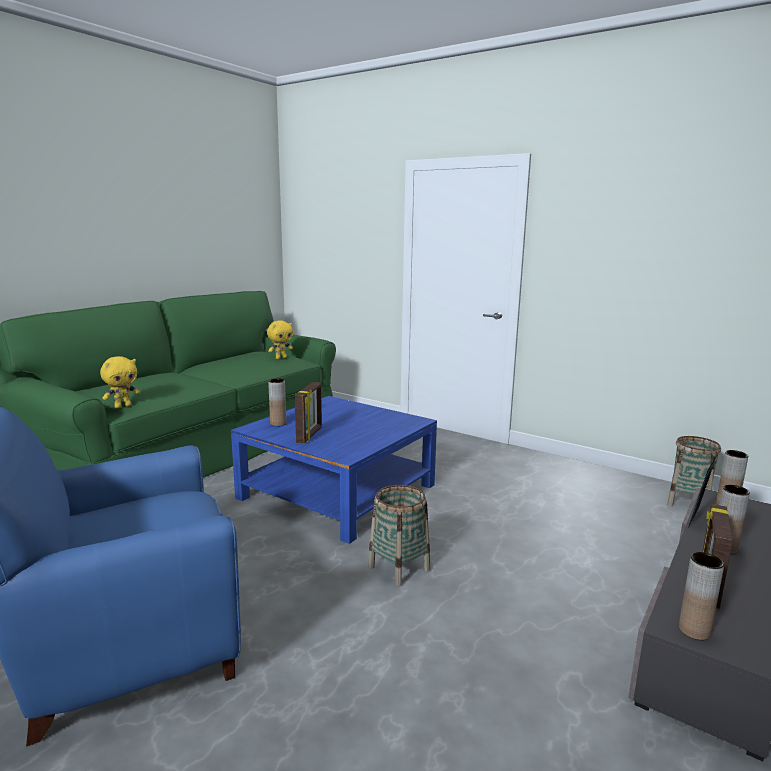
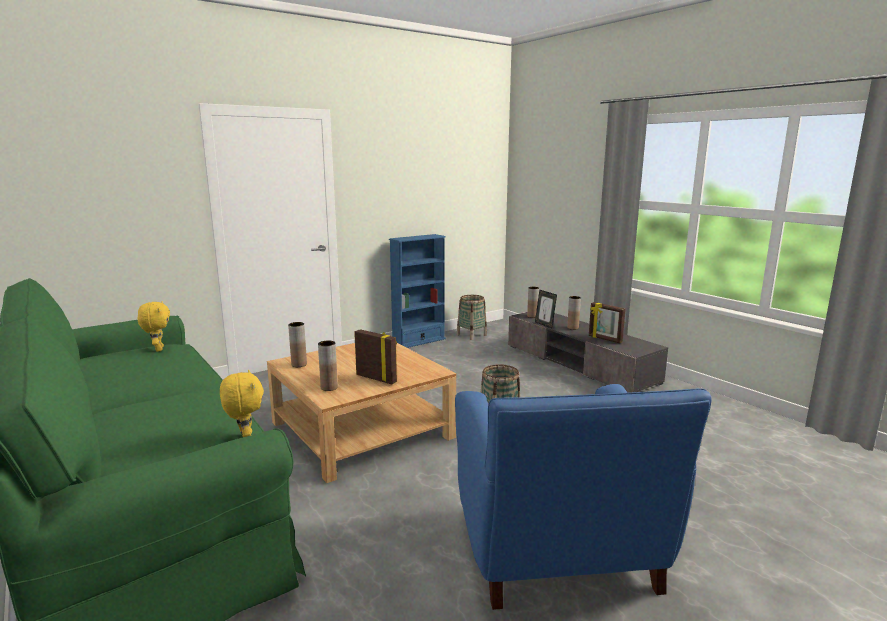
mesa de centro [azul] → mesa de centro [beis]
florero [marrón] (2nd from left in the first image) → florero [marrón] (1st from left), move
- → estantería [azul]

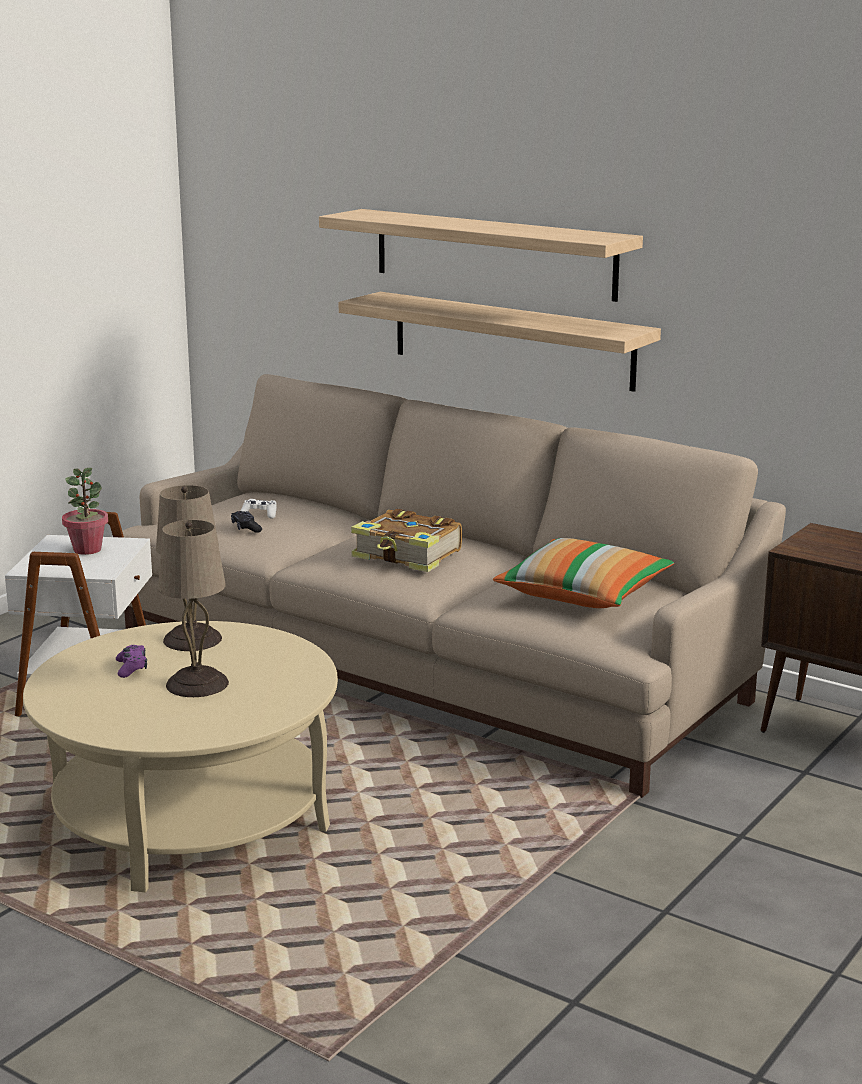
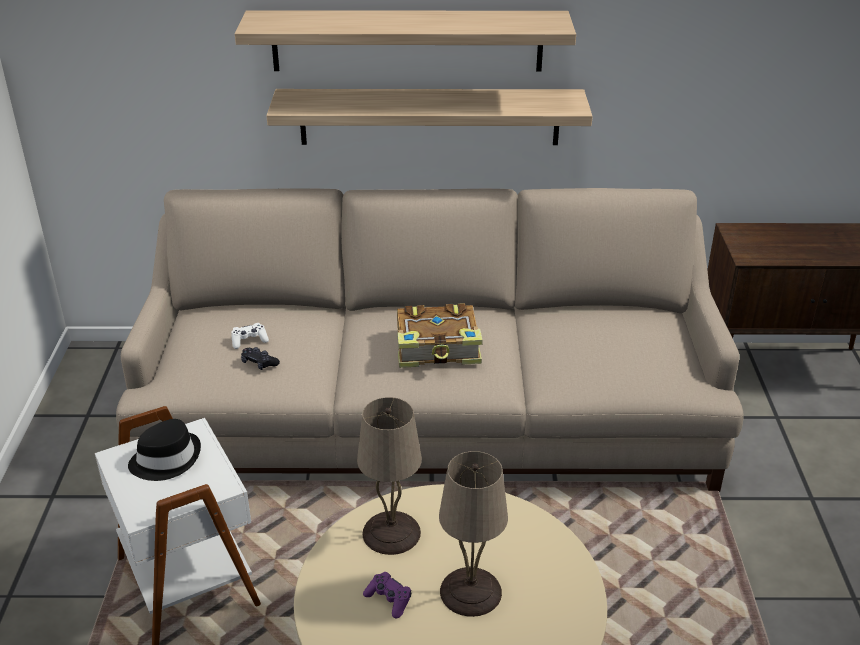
planta en maceta → sombrero [negro]
cojín → -

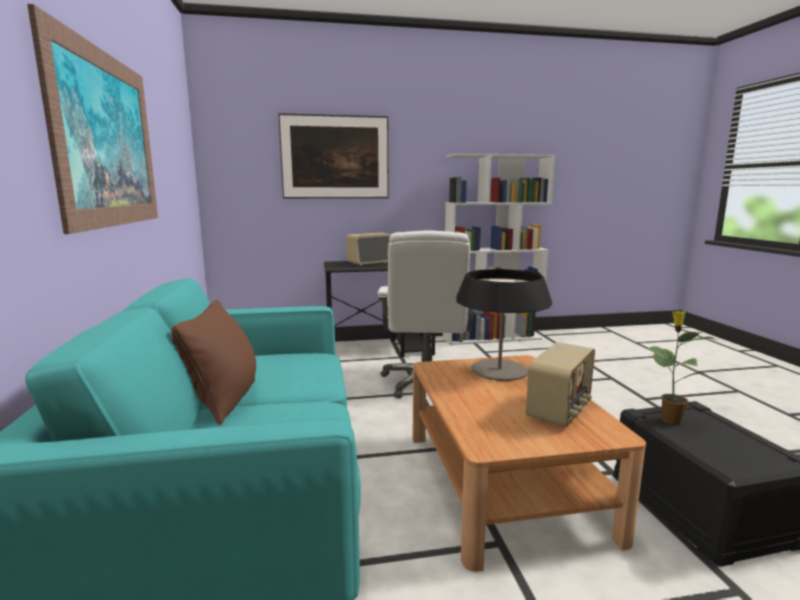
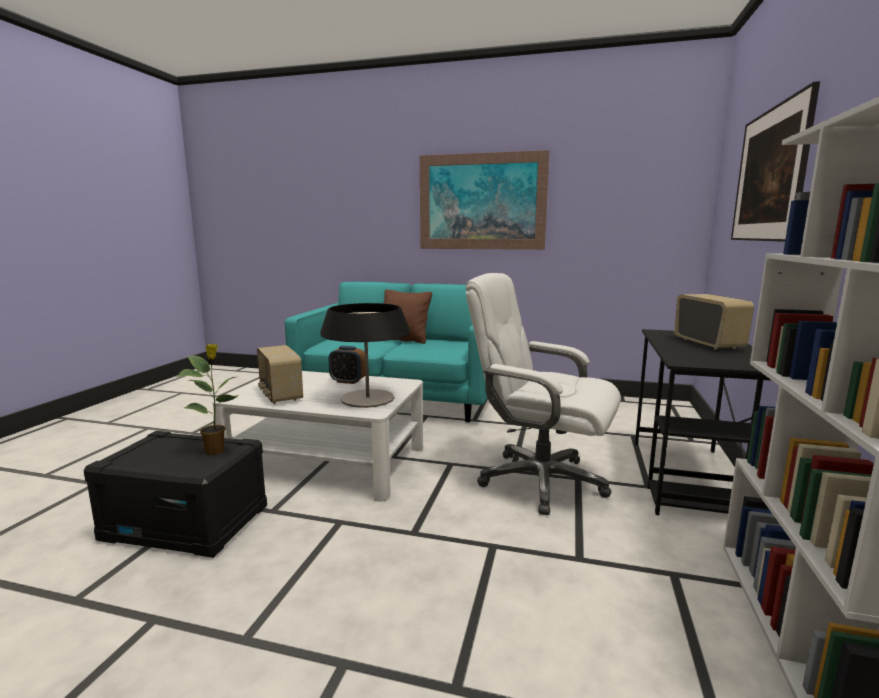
mesa de centro [marrón] → mesa de centro [blanco]
- → despertador

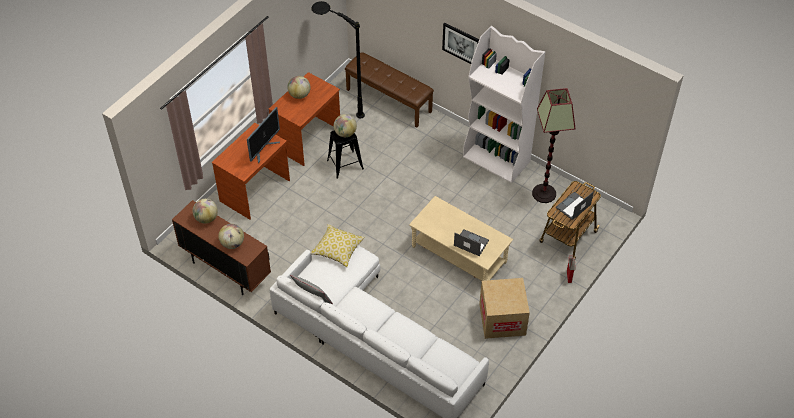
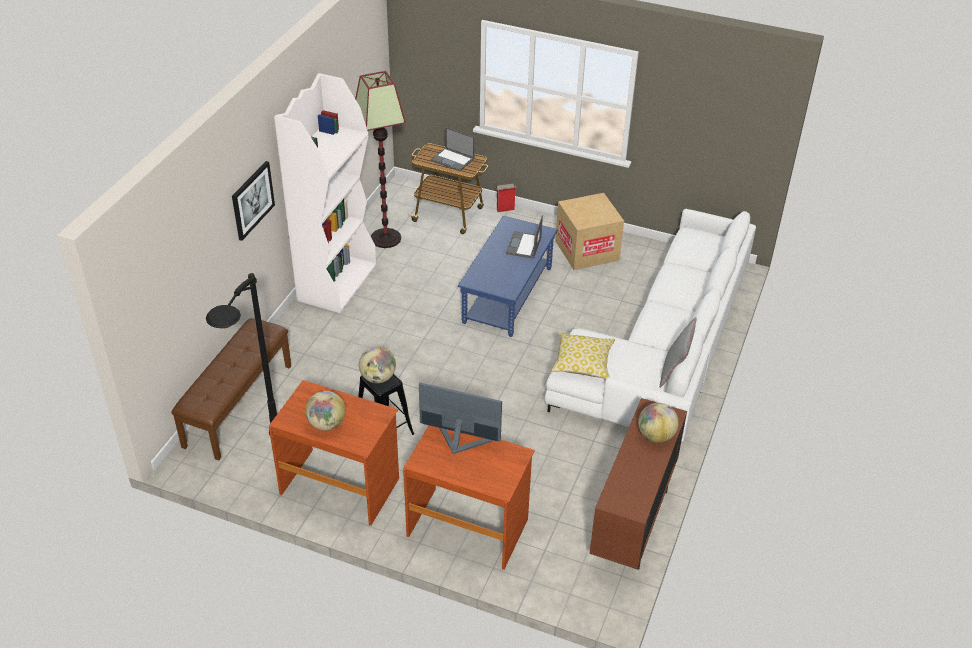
mesa de centro [beis] → mesa de centro [azul]
globo terráqueo (1st from left) → -

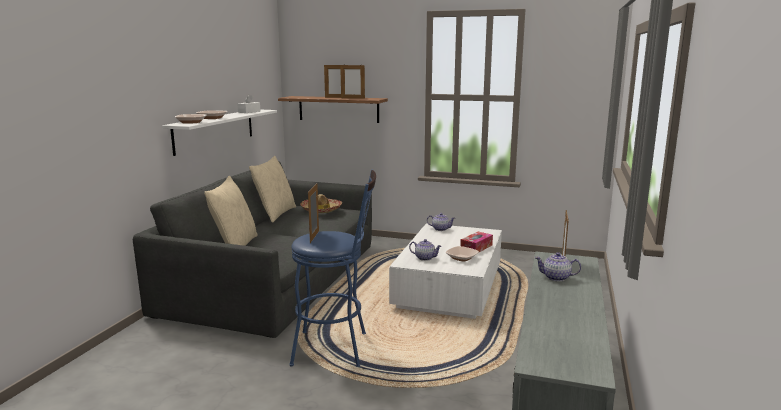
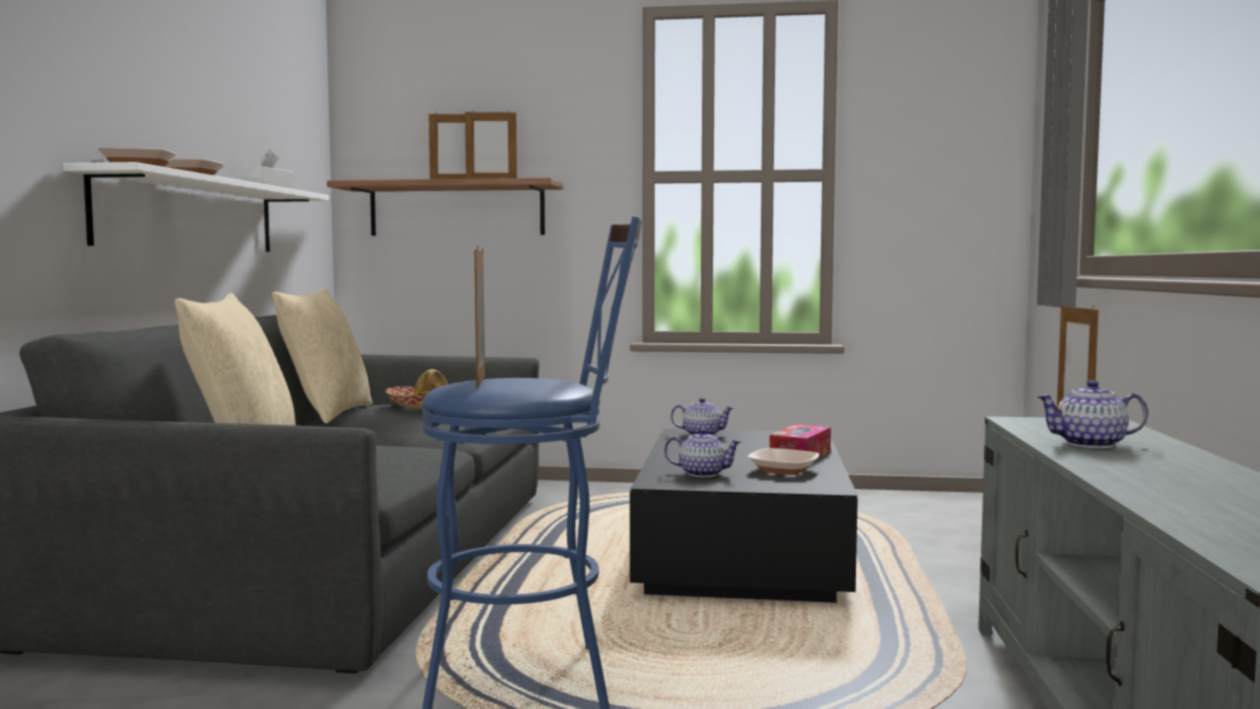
mesa de centro [blanco] → mesa de centro [negro]

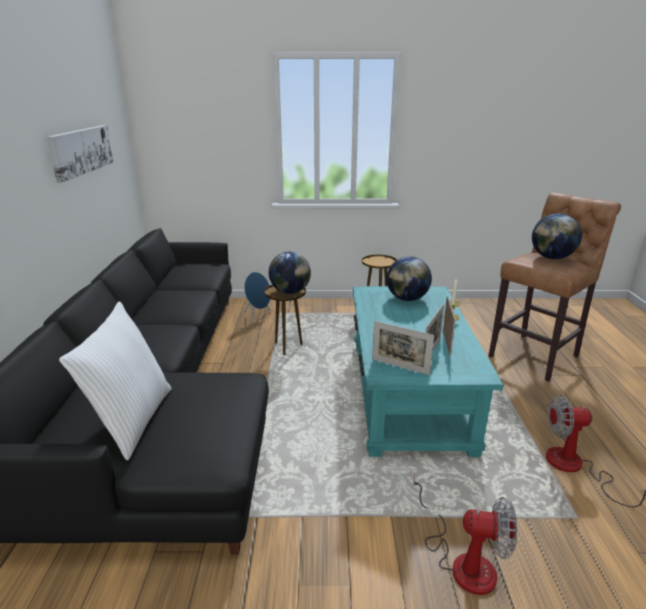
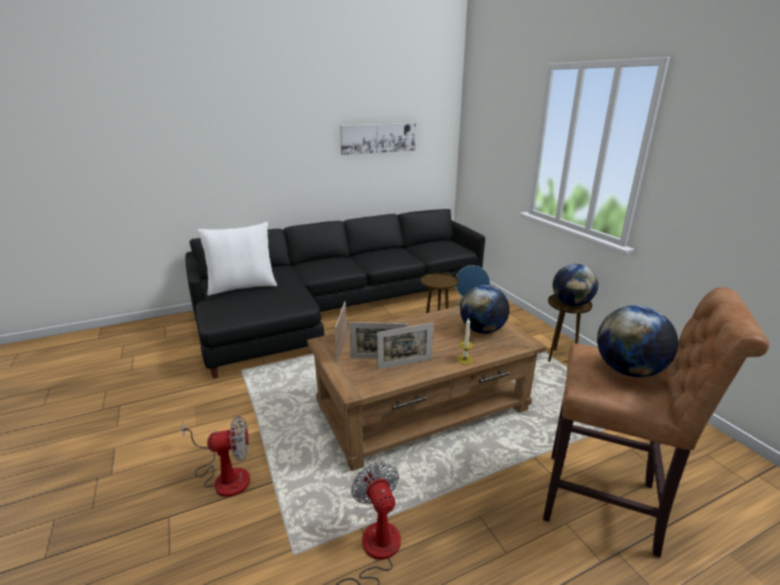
ventilador (1st from left), 90 degrees counterclockwise
mesa de centro [turquesa] → mesa de centro [marrón]
globo terráqueo (1st from left in the first image) → globo terráqueo (2nd from left), move

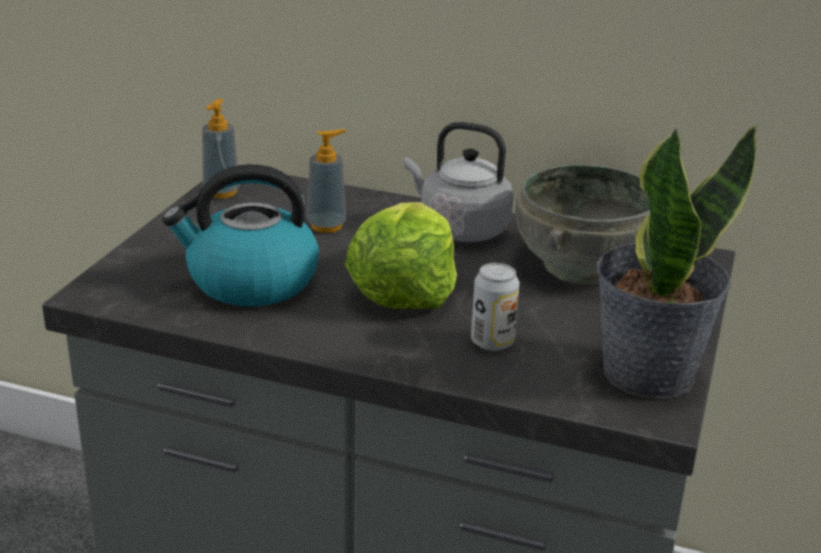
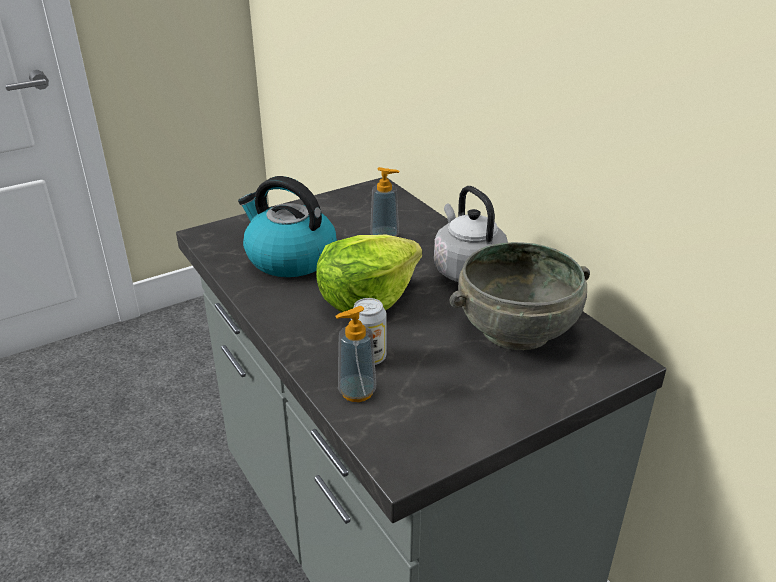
dispensador de jabón (1st from left), move
planta en maceta → -

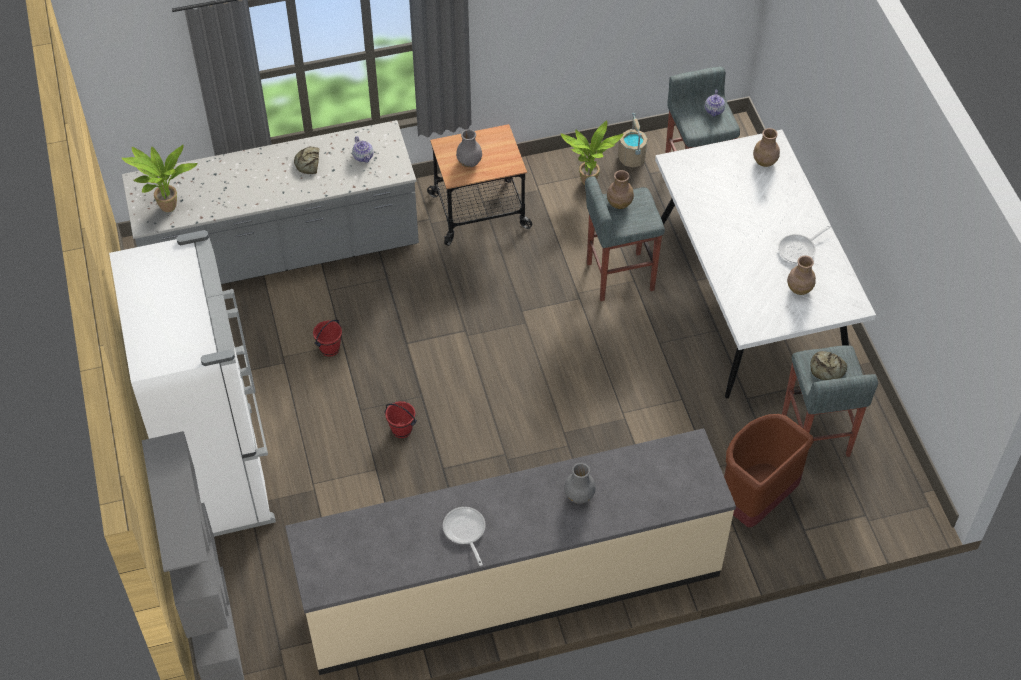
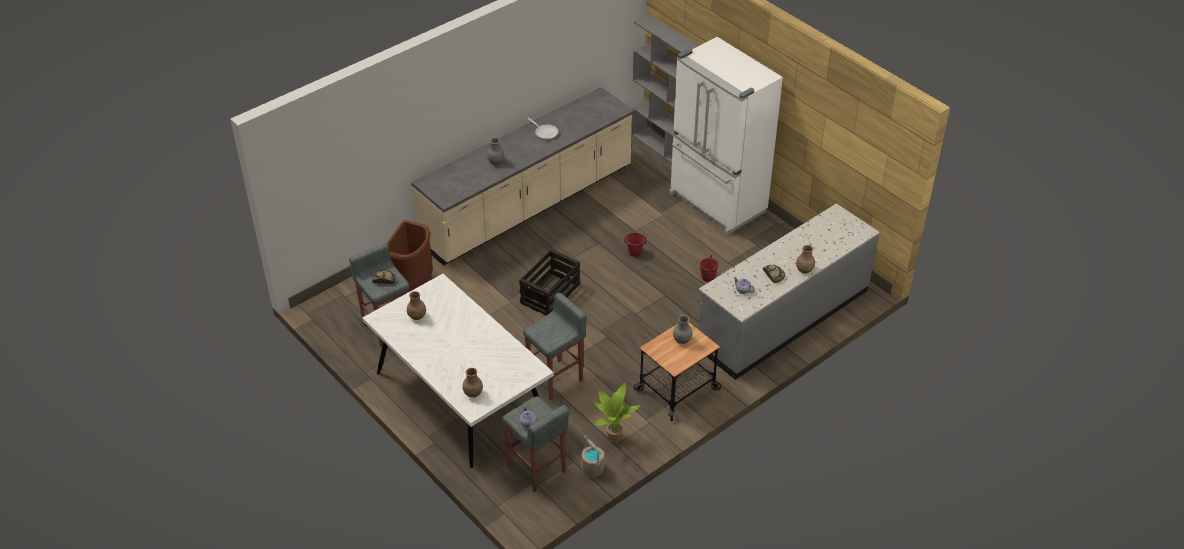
- → caja de embalaje
florero [marrón] (1st from left in the first image) → florero [marrón] (3rd from left), move
planta en maceta (1st from left) → -
sartén (2nd from left) → -

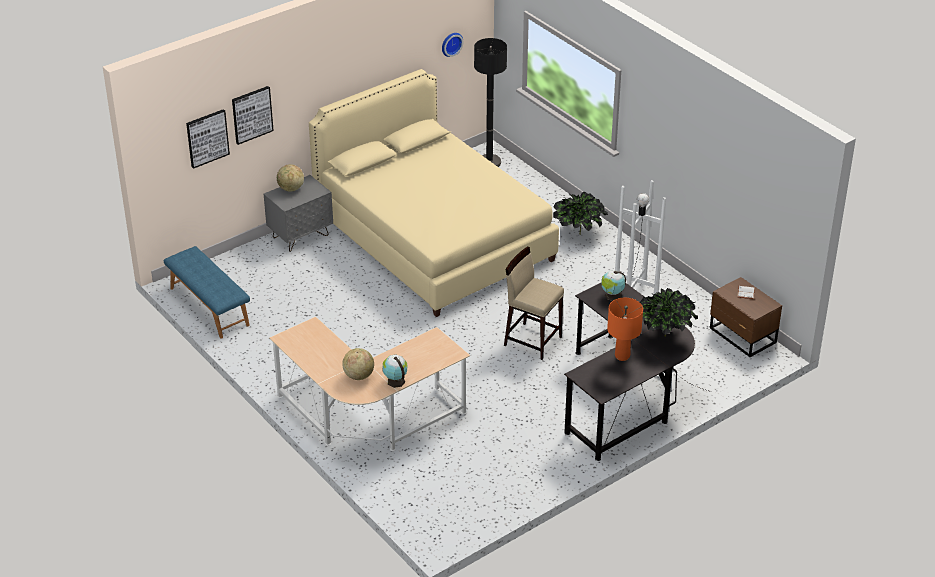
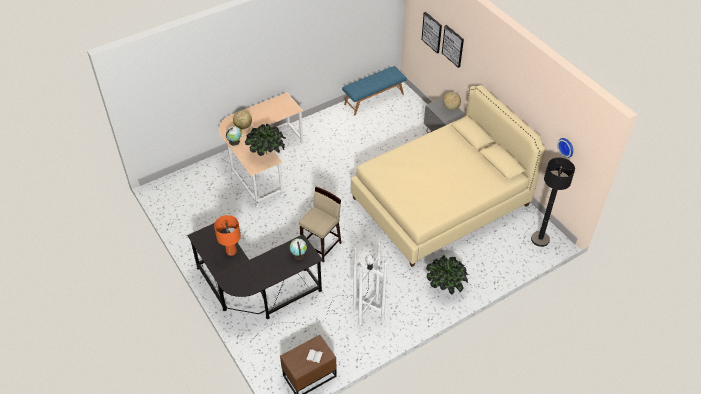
planta en maceta (2nd from left in the first image) → planta en maceta (1st from left), move

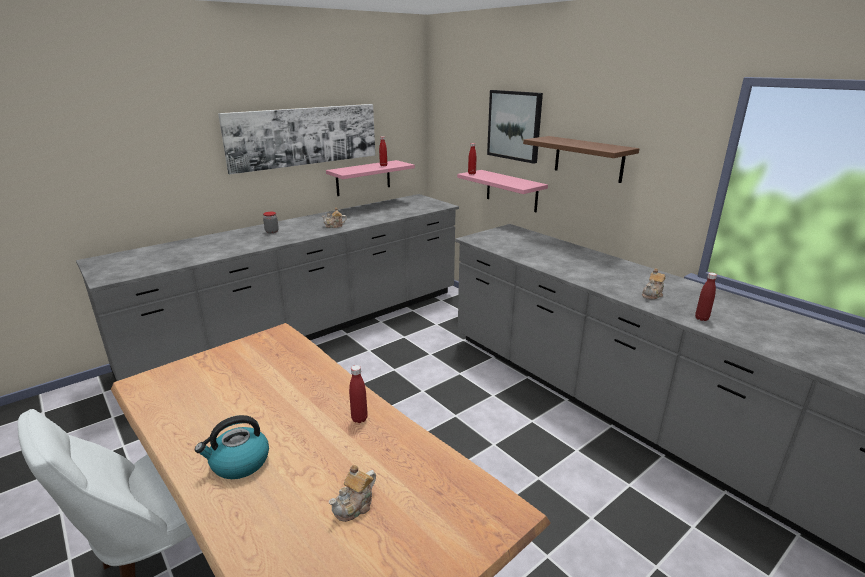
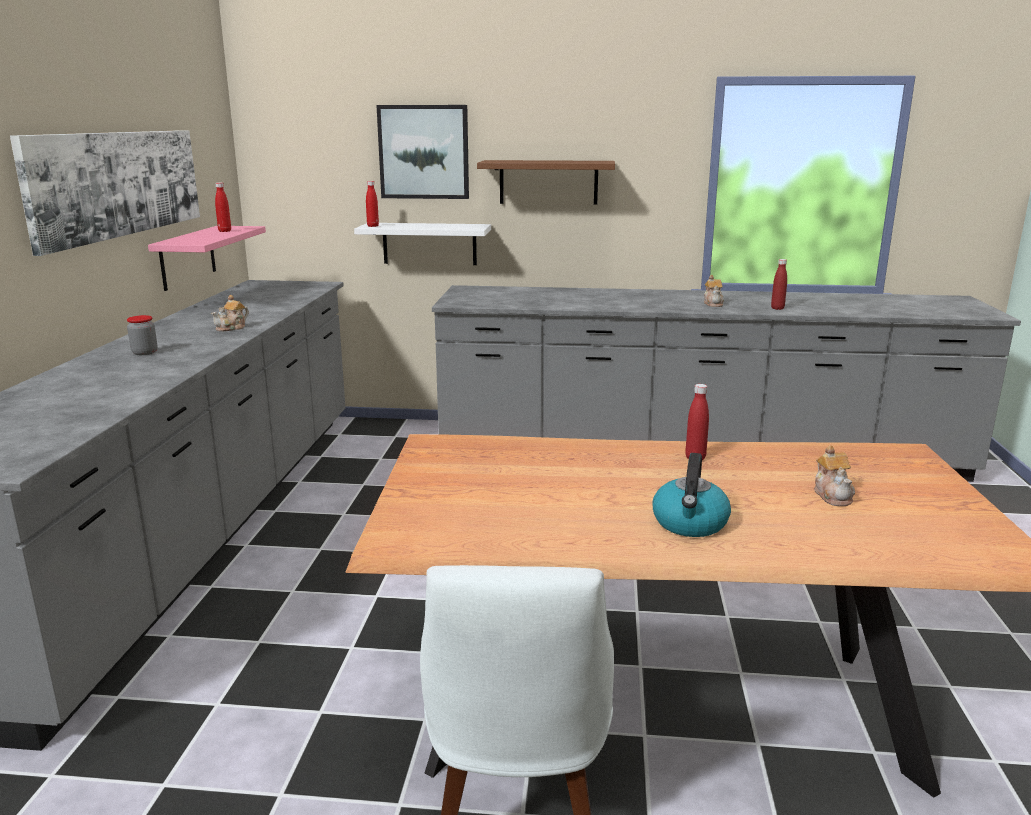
estante [rosa] (2nd from left) → estante [blanco]

